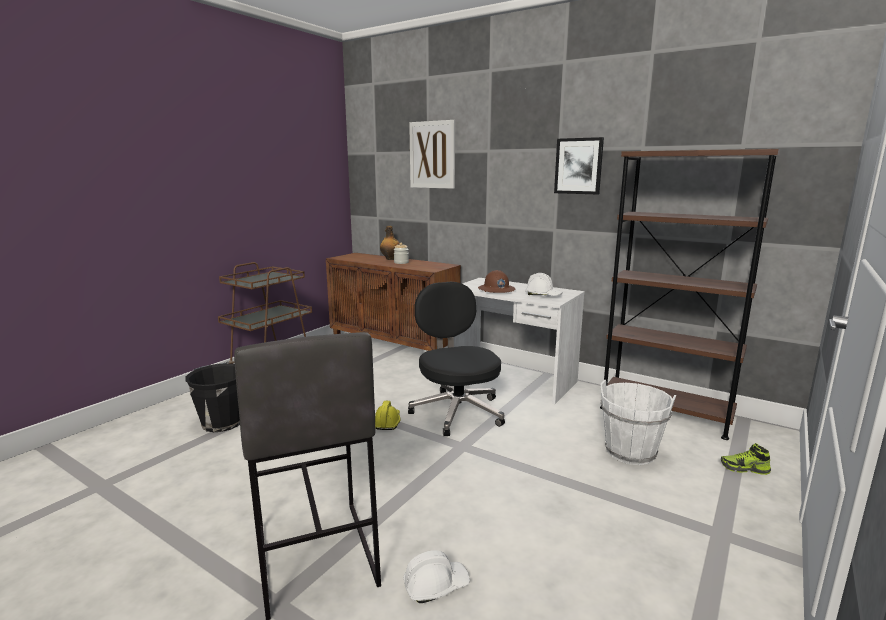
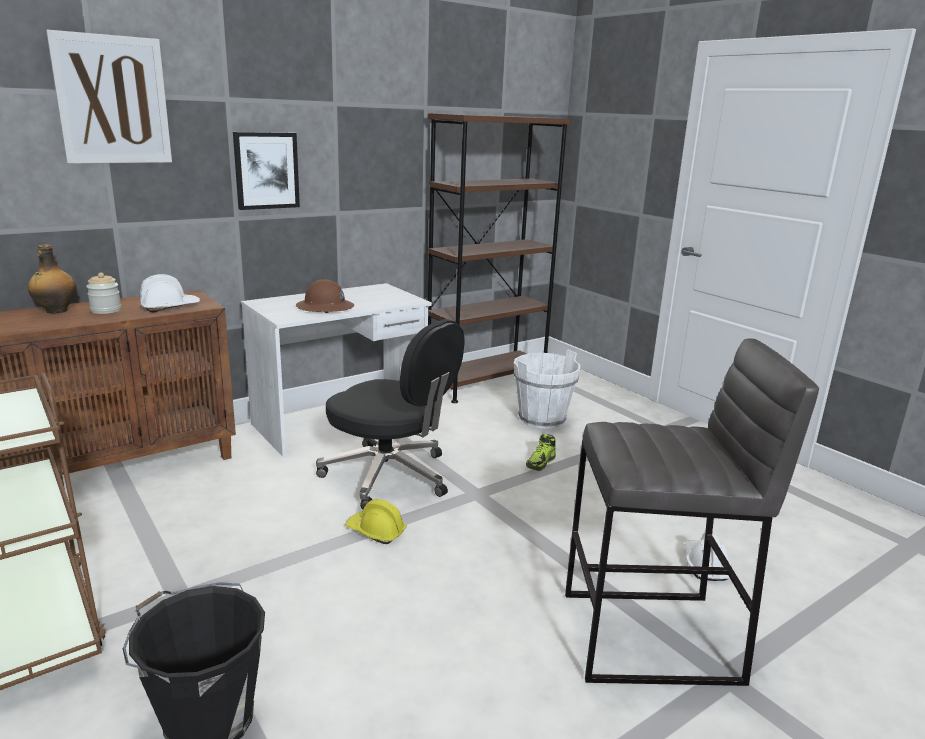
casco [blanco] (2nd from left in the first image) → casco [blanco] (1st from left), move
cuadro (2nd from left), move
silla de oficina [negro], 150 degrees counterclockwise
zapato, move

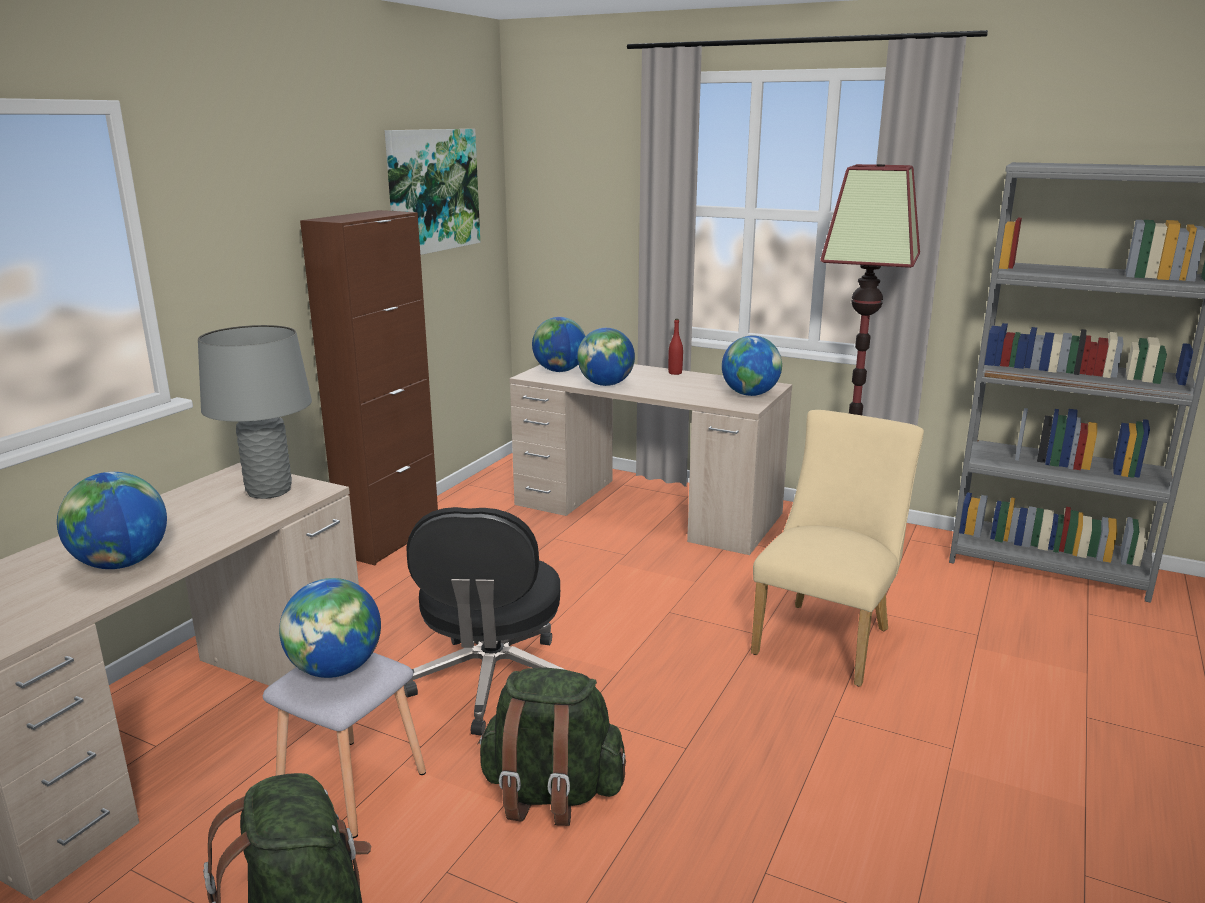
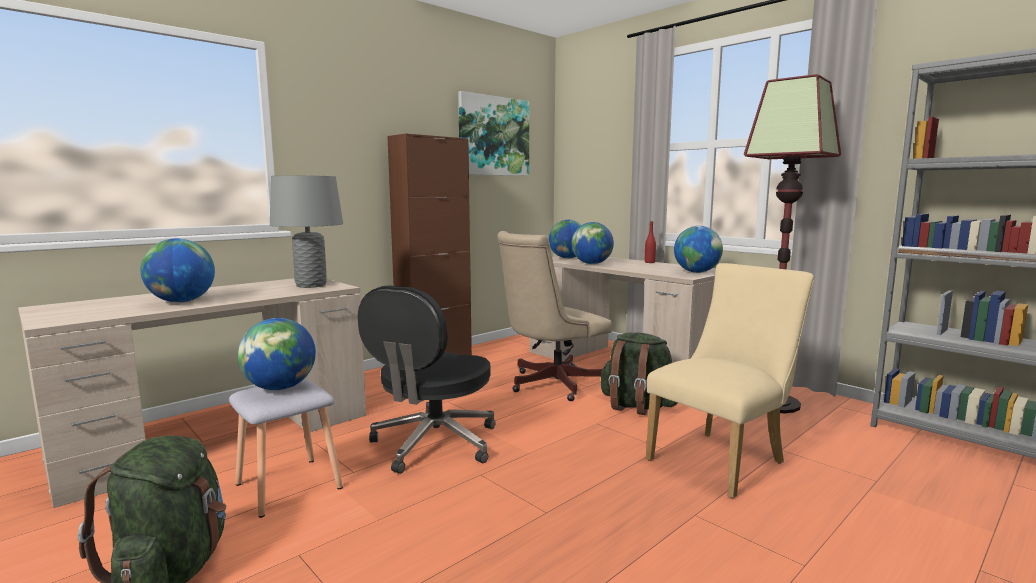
- → silla de oficina [beis]
mochila [verde] (2nd from left), move

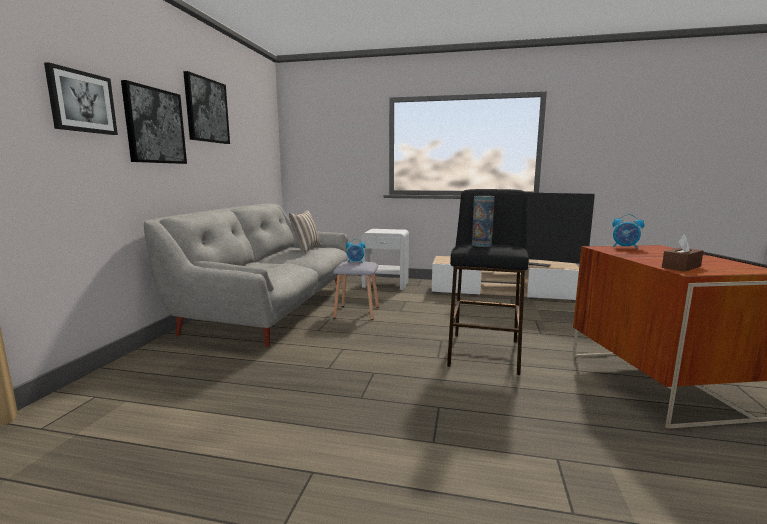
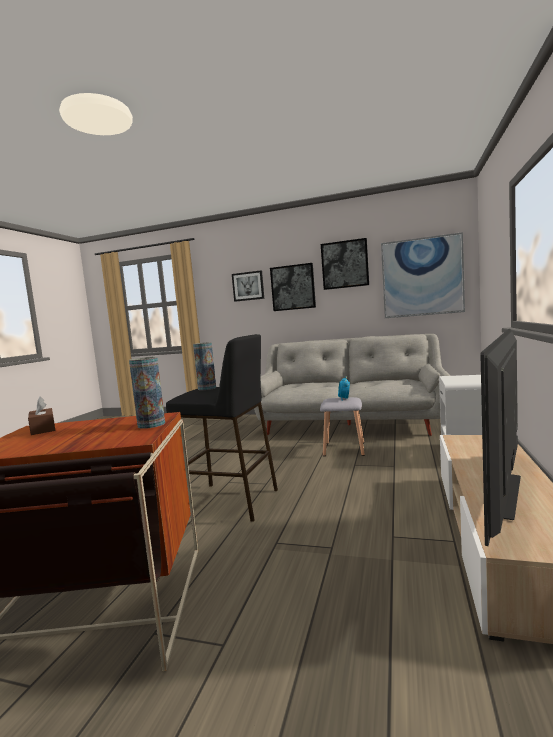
despertador (2nd from left) → florero (1st from left)
- → cuadro (4th from left)
cojín → -

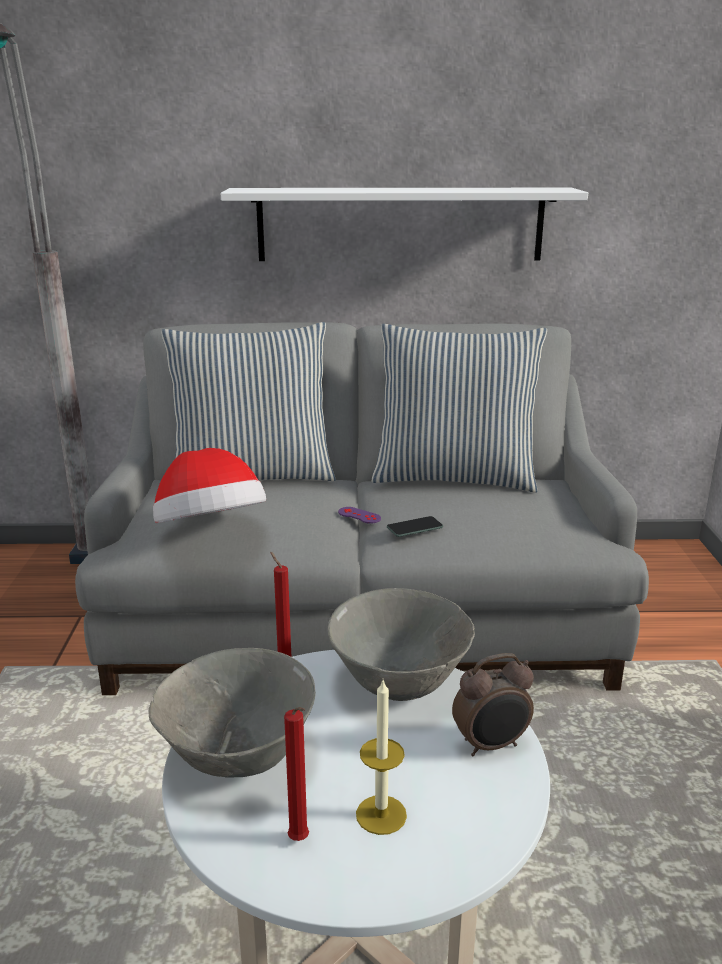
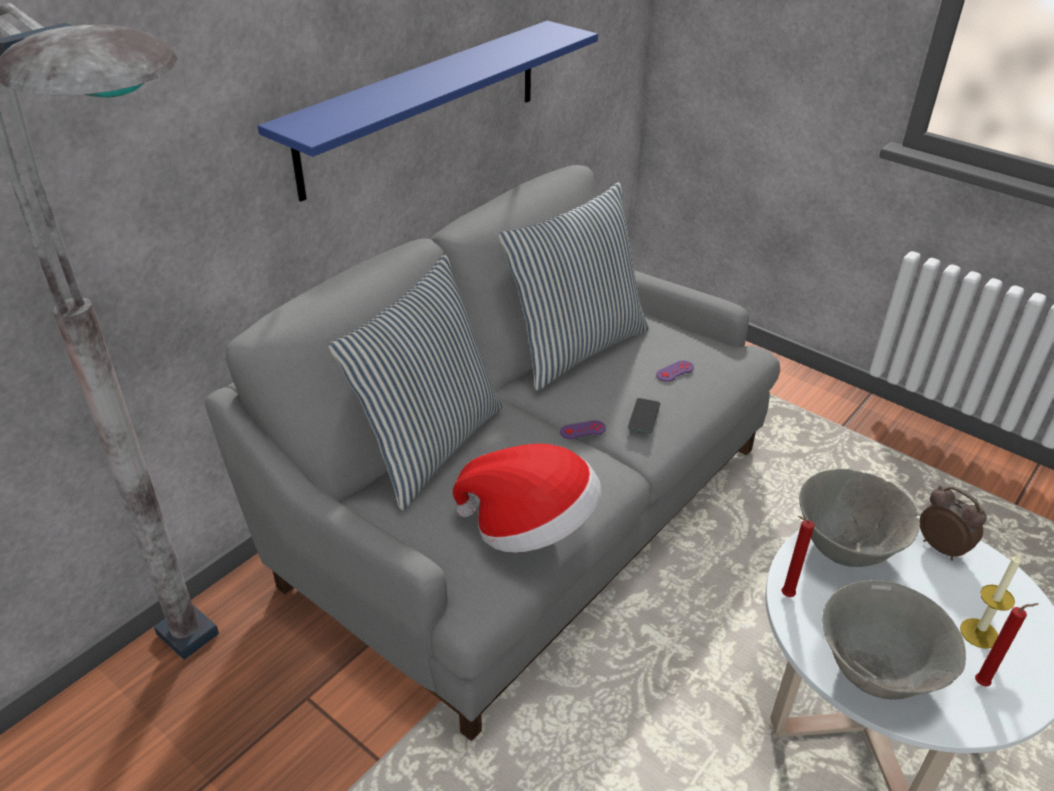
estante [blanco] → estante [azul]
- → mando de consola [morado] (2nd from left)
despertador, 60 degrees counterclockwise

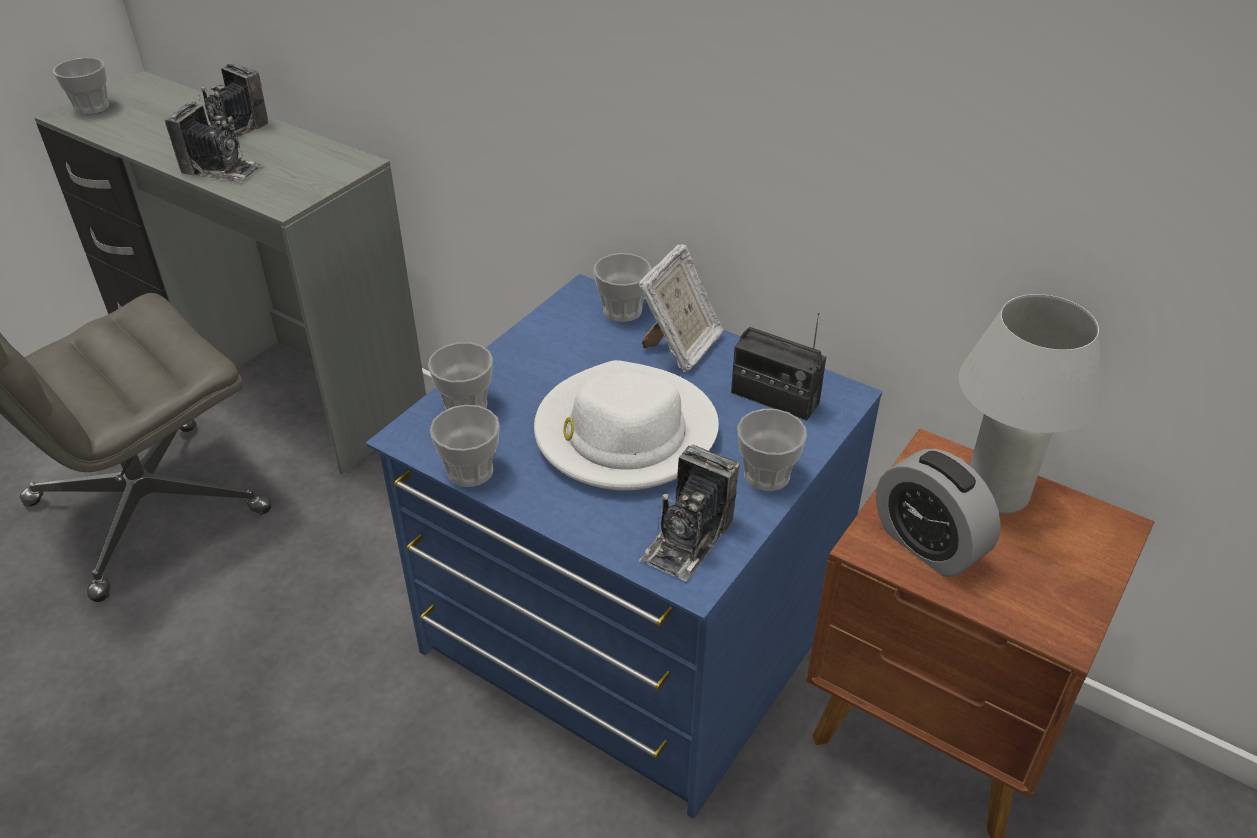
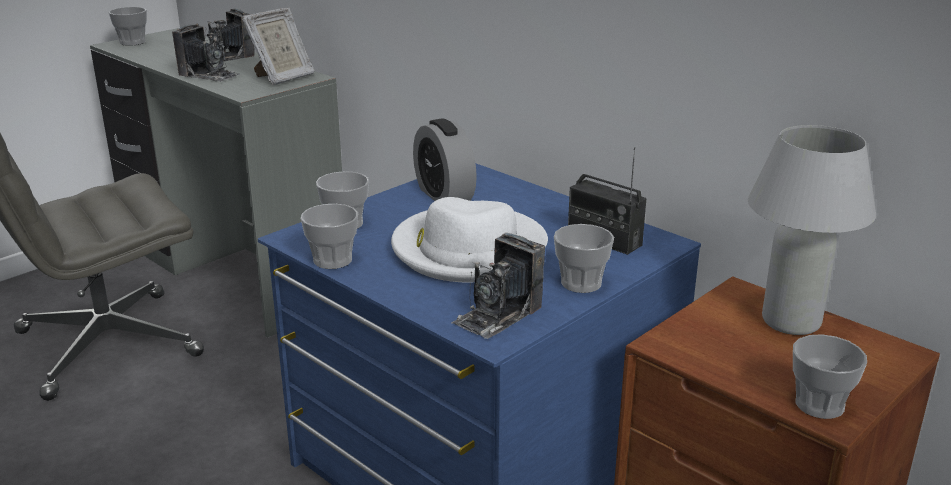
portarretratos, move
despertador, move
taza (4th from left in the first image) → taza (5th from left), move

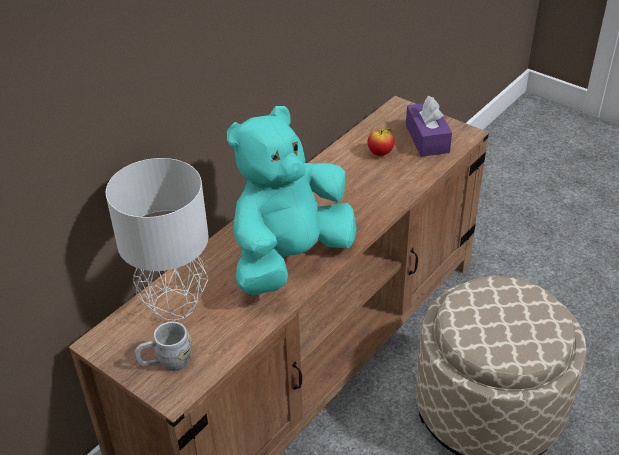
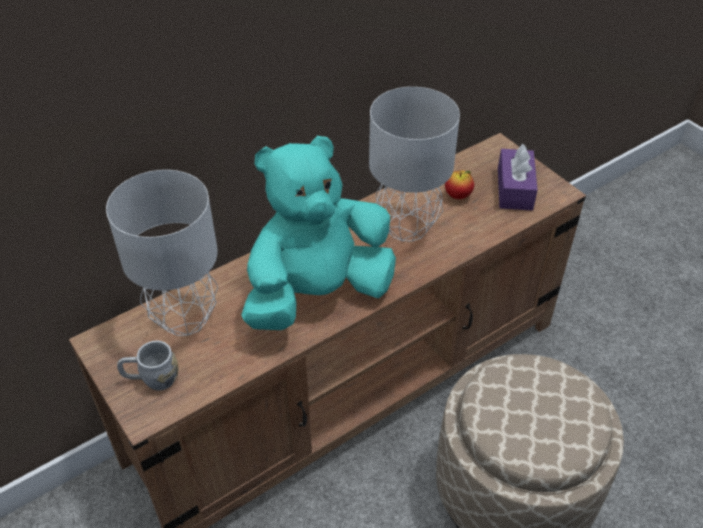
- → lámpara de mesa [gris] (2nd from left)

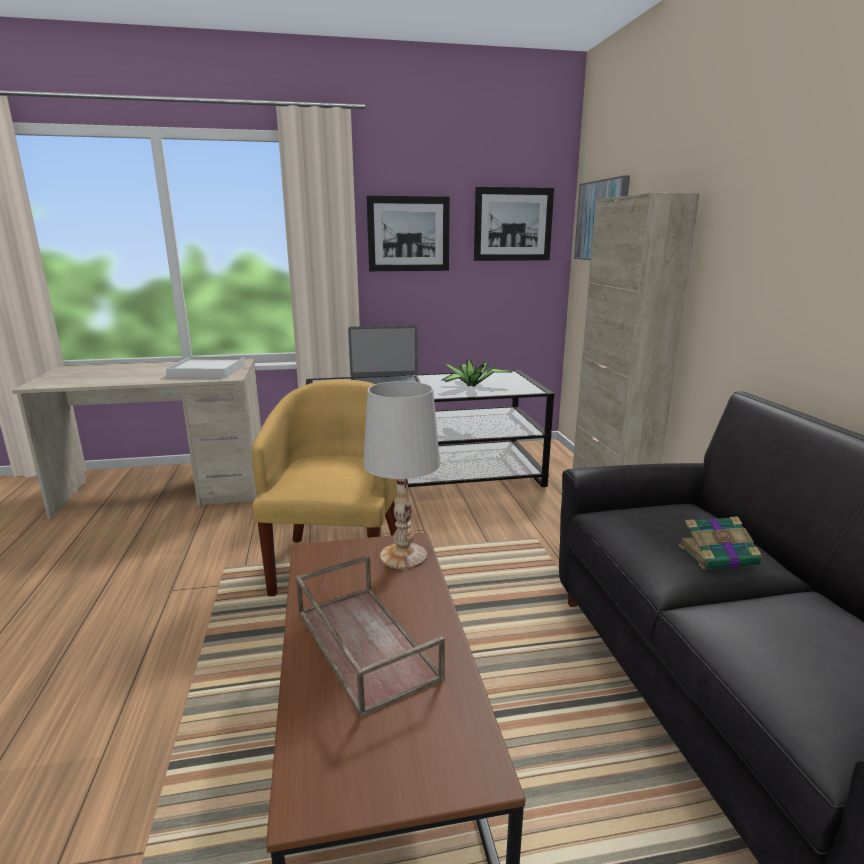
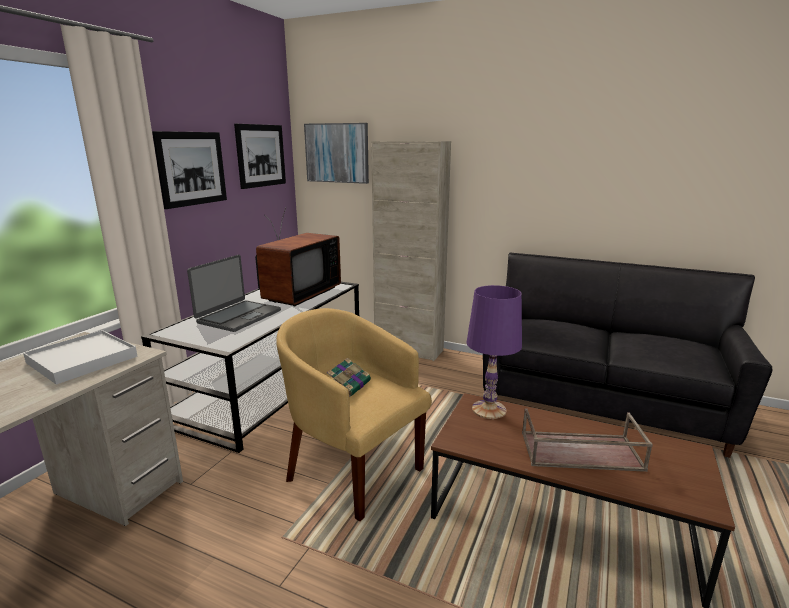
planta en maceta → televisor
libro, move
lámpara de mesa [blanco] → lámpara de mesa [morado]

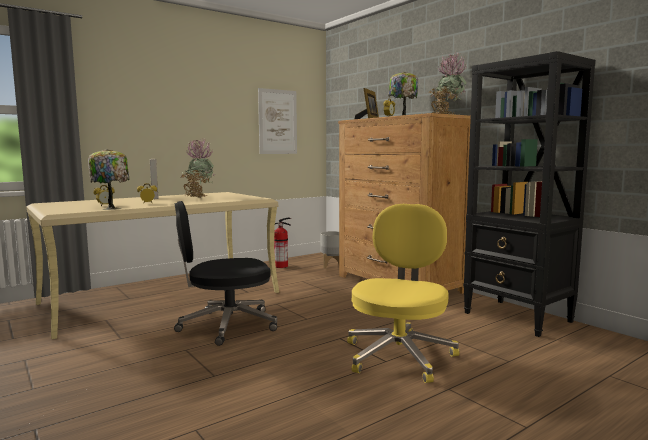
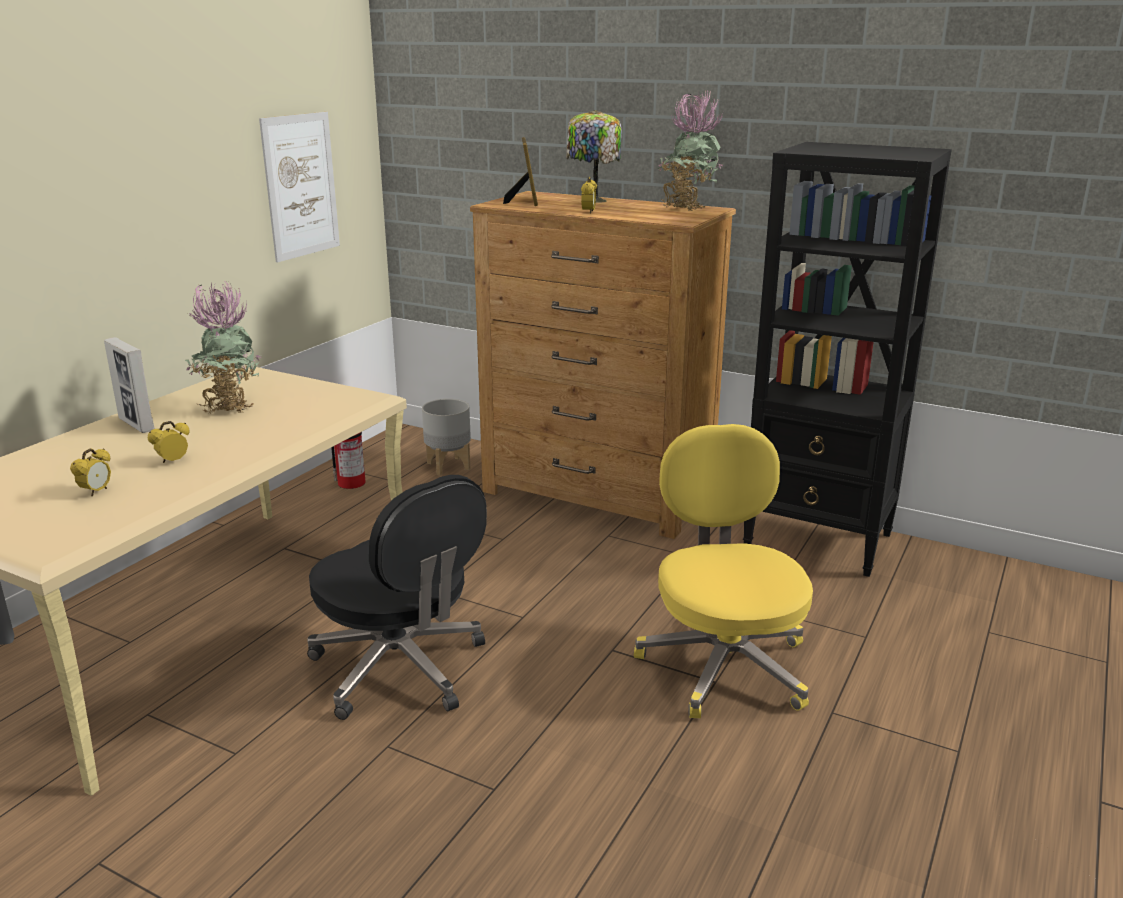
silla de oficina [negro], 90 degrees counterclockwise
lámpara de mesa (1st from left) → -

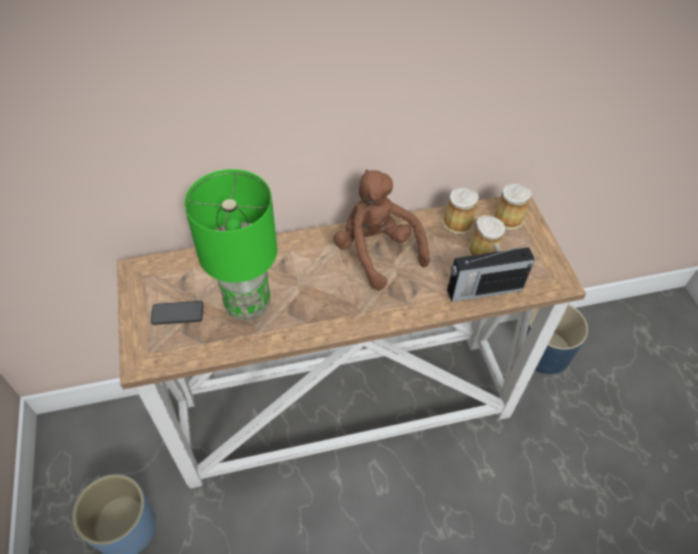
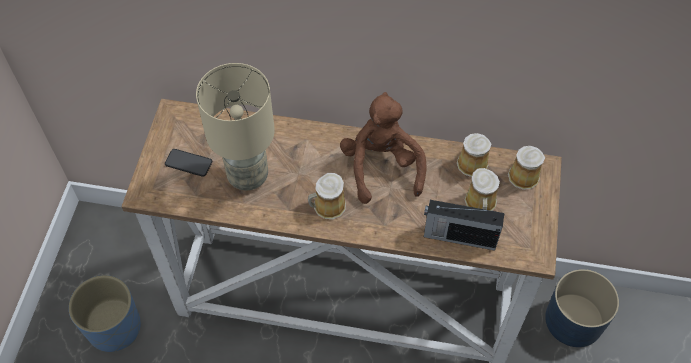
lámpara de mesa [verde] → lámpara de mesa [beis]
- → taza grande (1st from left)

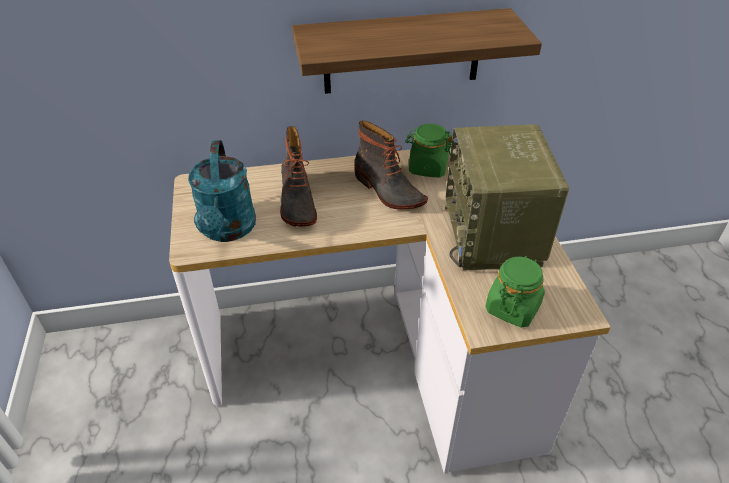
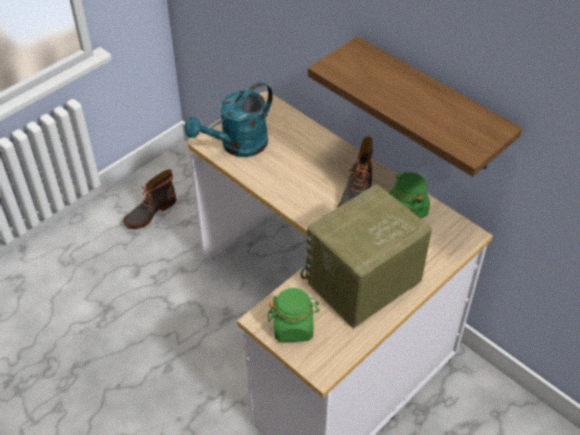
bota (1st from left), move

